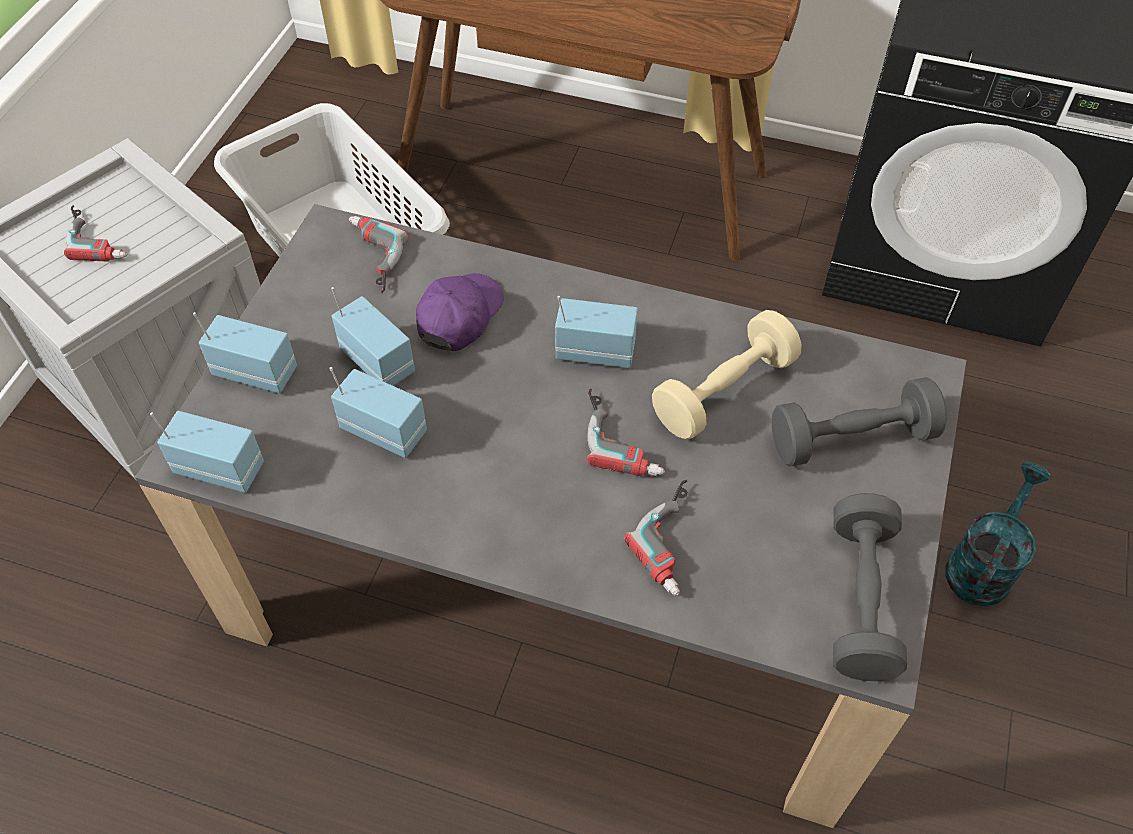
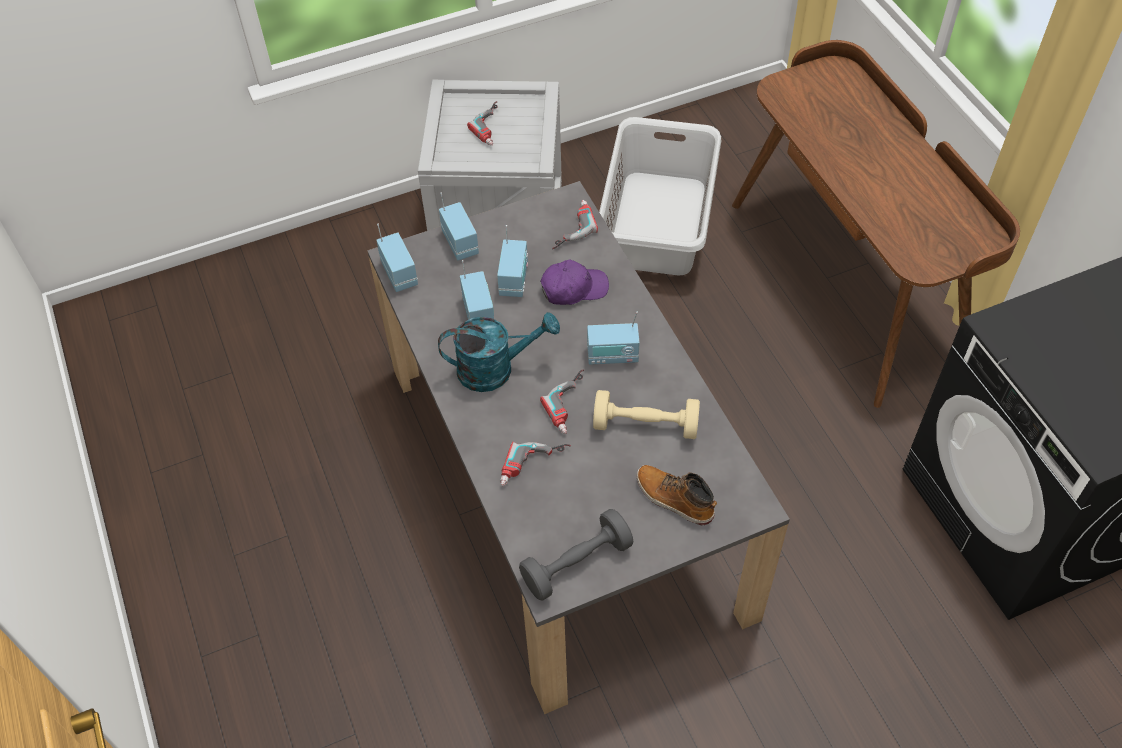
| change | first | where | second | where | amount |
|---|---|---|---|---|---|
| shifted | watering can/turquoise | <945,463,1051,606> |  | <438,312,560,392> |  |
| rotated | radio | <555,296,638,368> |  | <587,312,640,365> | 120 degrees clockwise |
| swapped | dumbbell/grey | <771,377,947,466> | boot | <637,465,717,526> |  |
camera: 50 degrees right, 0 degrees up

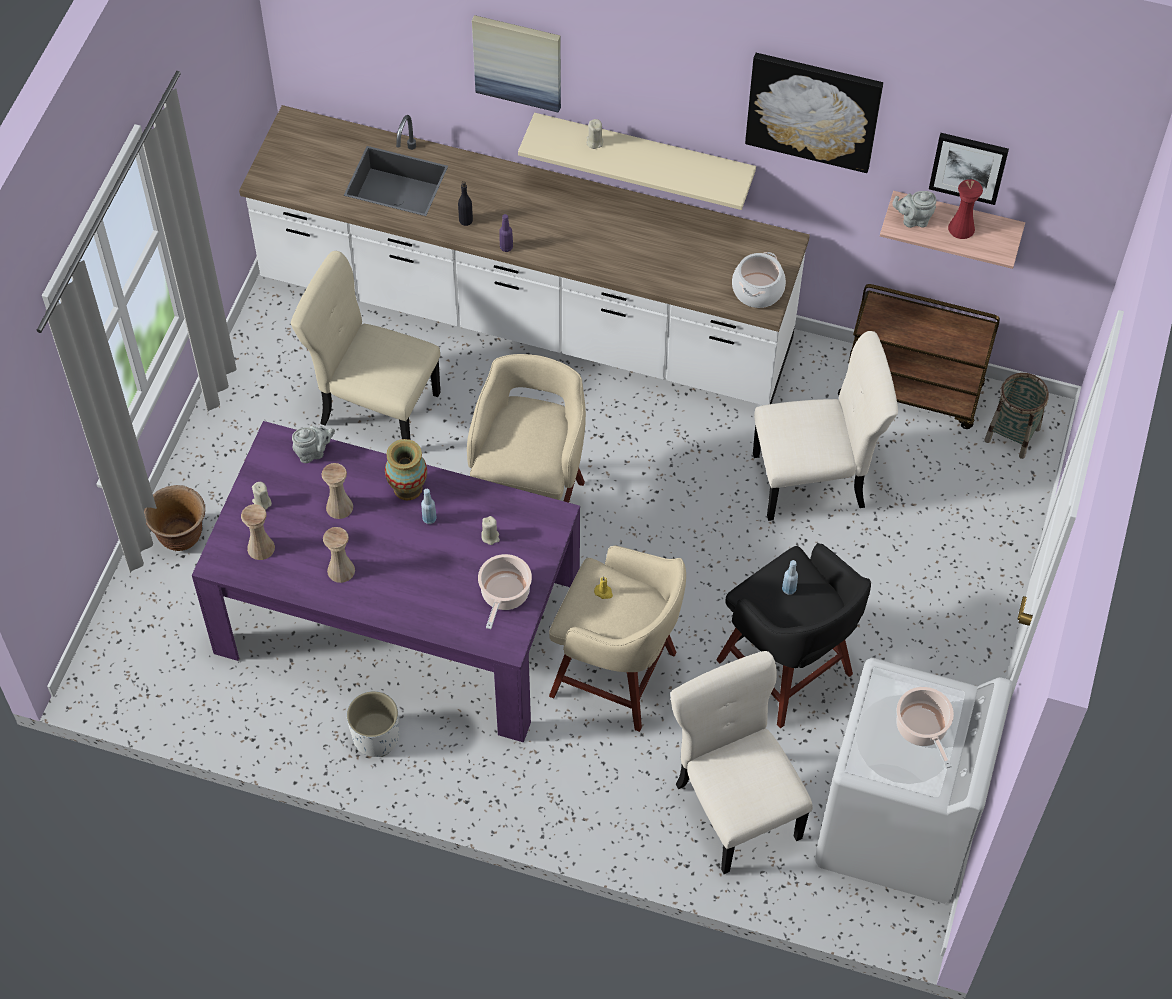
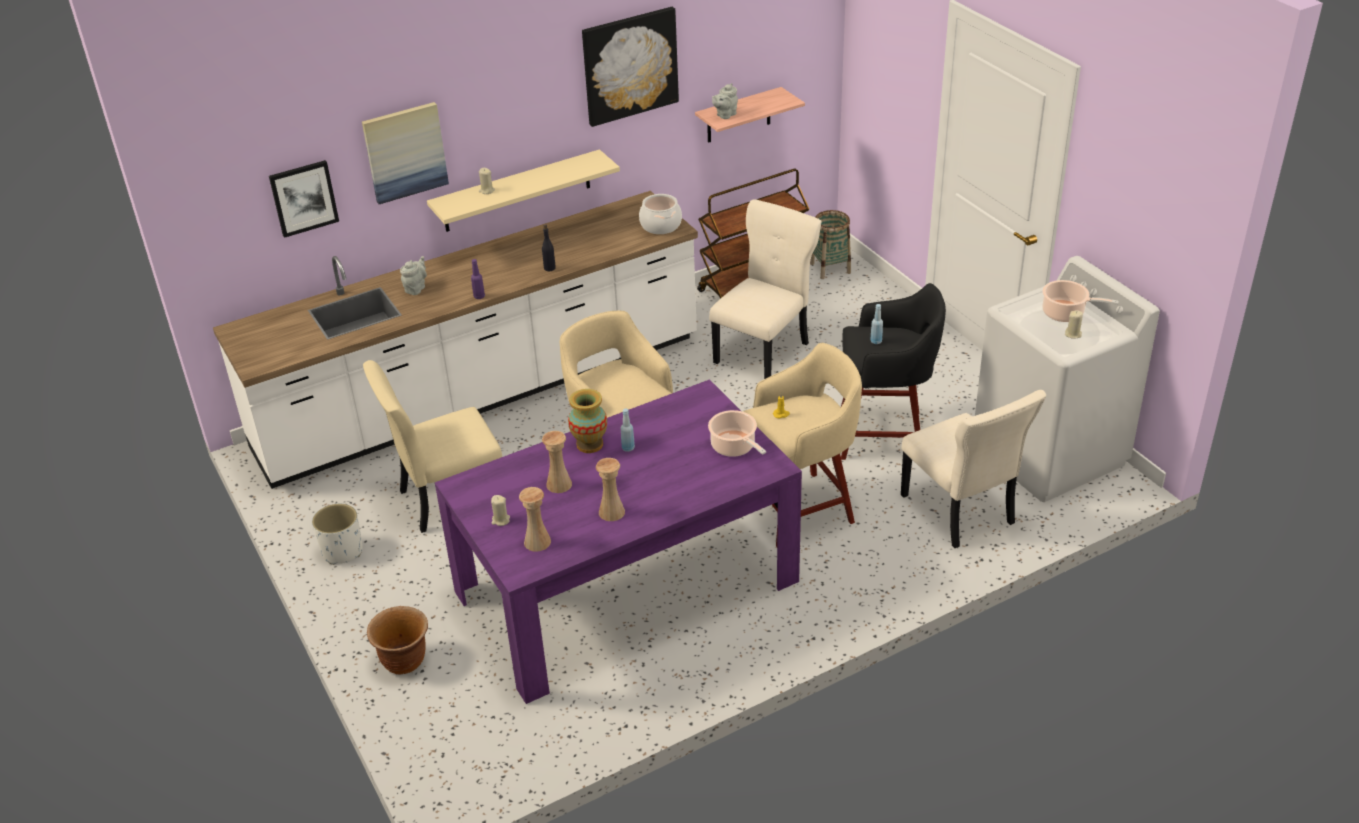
| change | first | where | second | where | amount |
|---|---|---|---|---|---|
| shifted | picture | <929,133,1009,205> |  | <269,160,339,238> |  |
| shifted | planter/white | <347,691,399,757> |  | <312,504,363,565> |  |
| shifted | teapot/grey | <292,426,335,463> |  | <400,256,427,295> |  |
| shifted | bottle/black | <458,181,473,226> |  | <542,224,556,271> |  |
| rotated | chair/beige | <671,651,813,874> |  | <901,390,1046,548> | 135 degrees counterclockwise |
| shifted | candle/beige | <481,516,500,545> |  | <1065,310,1083,339> |  |
| gone | vase/red | <948,179,983,239> |  |  |  |
camera: 45 degrees left, 20 degrees down

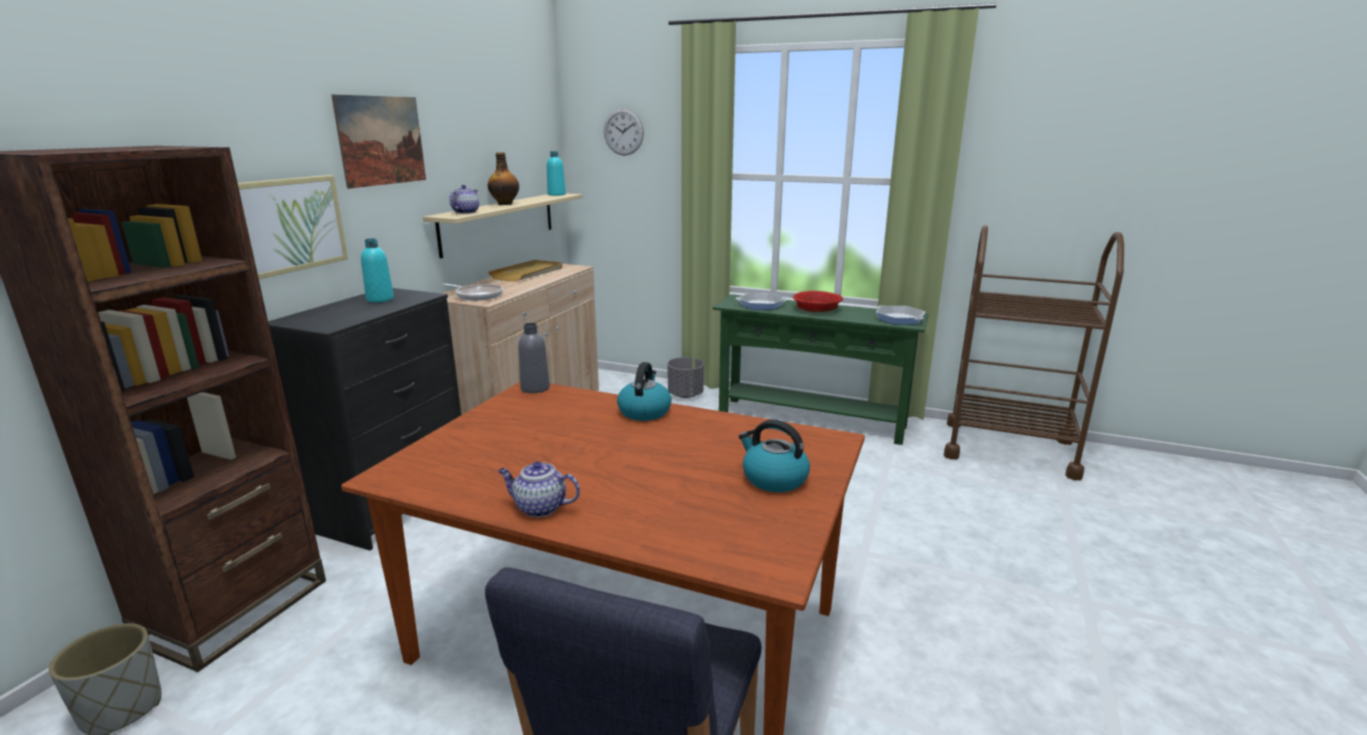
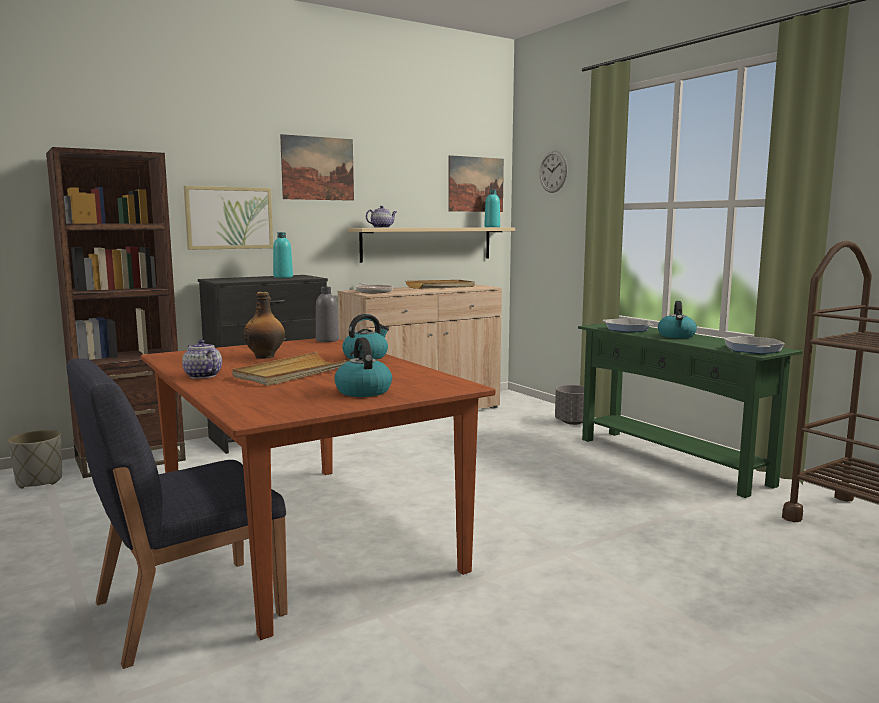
| change | first | where | second | where | amount |
|---|---|---|---|---|---|
| new |  |  | tray/beige | <232,352,351,386> |  |
| shifted | bottle | <488,152,519,205> |  | <243,292,285,359> |  |
| new |  |  | picture | <448,155,504,212> |  |
| swapped | bowl/red | <793,291,843,312> | kettle | <658,301,697,338> |  |
camera: 35 degrees right, 10 degrees down

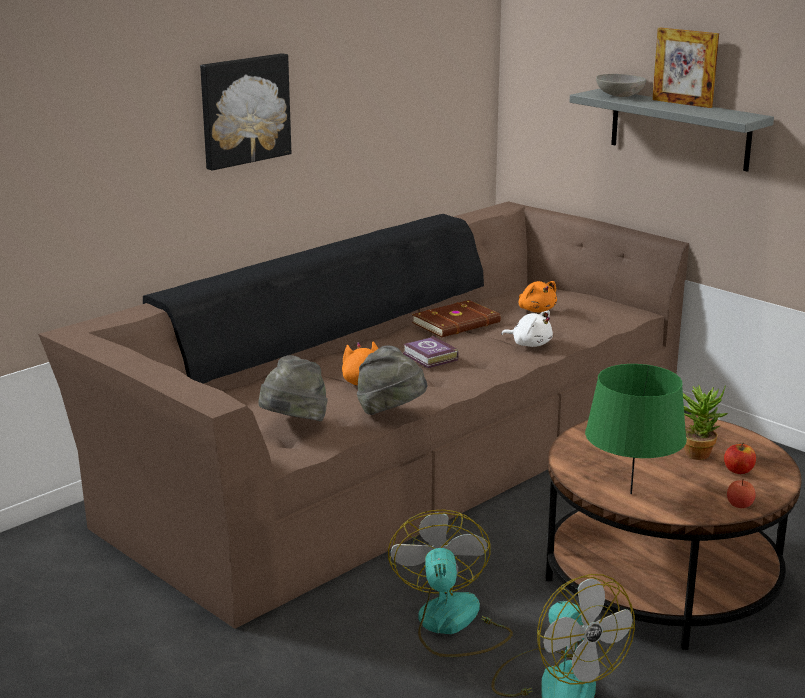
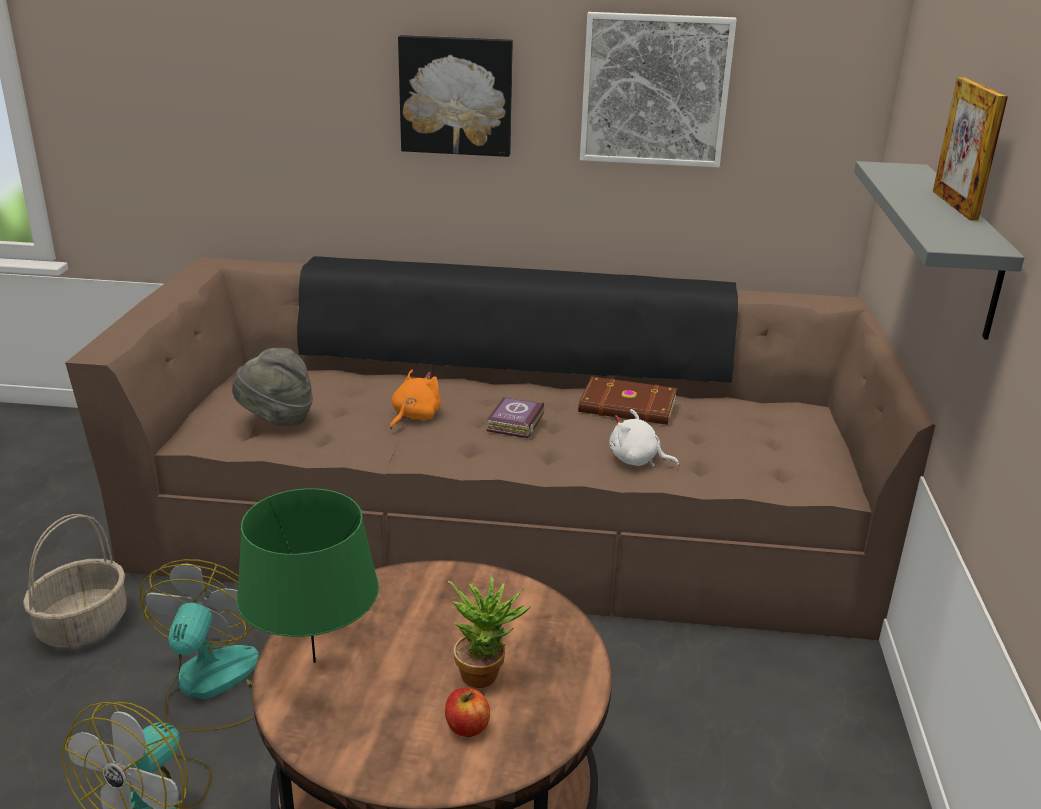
| change | first | where | second | where | amount |
|---|---|---|---|---|---|
| new |  |  | basket | <23,514,127,647> |  |
| rotated | fan | <388,509,513,657> |  | <140,559,259,731> | 45 degrees counterclockwise |
| new |  |  | picture | <580,12,737,167> |  |
| rotated | plush toy/white | <501,311,553,347> |  | <609,409,679,468> | 120 degrees clockwise |
| gone | hat/grey | <357,345,427,415> |  |  |  |
| gone | plush toy/orange | <519,281,557,312> |  |  |  |
| gone | bowl/grey | <596,74,647,97> |  |  |  |
| gone | apple | <727,480,755,508> |  |  |  |
camera: 50 degrees right, 5 degrees up

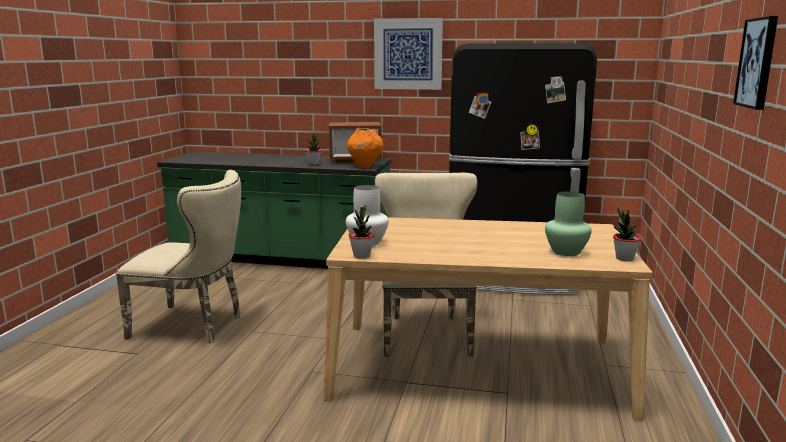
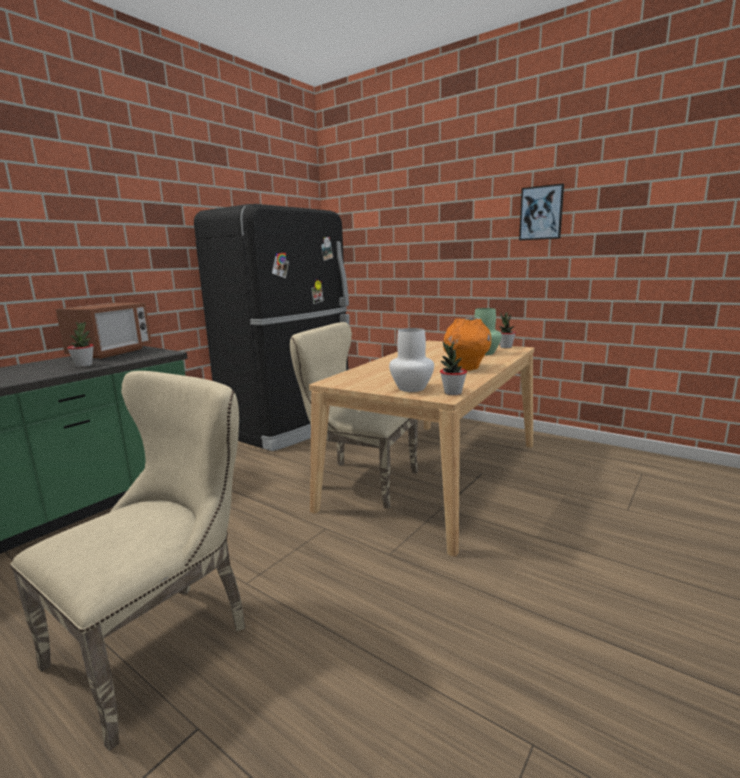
| change | first | where | second | where | amount |
|---|---|---|---|---|---|
| shifted | vase/orange | <347,128,384,168> |  | <443,318,491,371> |  |
| gone | picture | <374,18,443,90> |  |  |  |
camera: 65 degrees left, 0 degrees up

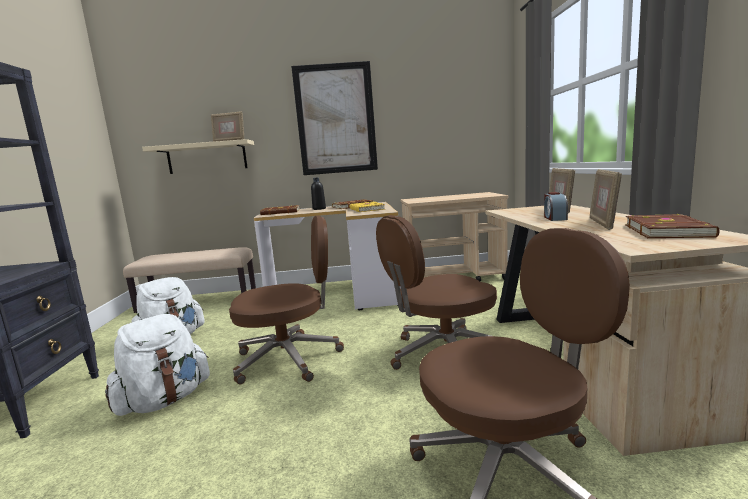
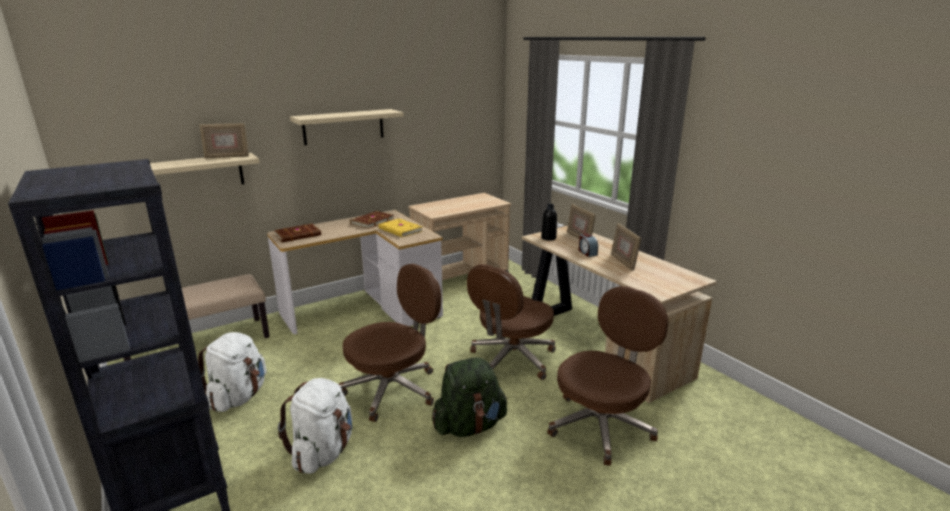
| change | first | where | second | where | amount |
|---|---|---|---|---|---|
| swapped | picture | <291,61,378,175> | shelf/beige | <290,109,404,145> |  |
| new |  |  | backpack/green | <432,358,507,437> |  |
| shifted | bottle/black | <311,177,326,210> |  | <541,204,557,241> |  |
| gone | book/brown | <625,214,720,238> |  |  |  |
camera: 30 degrees left, 10 degrees up

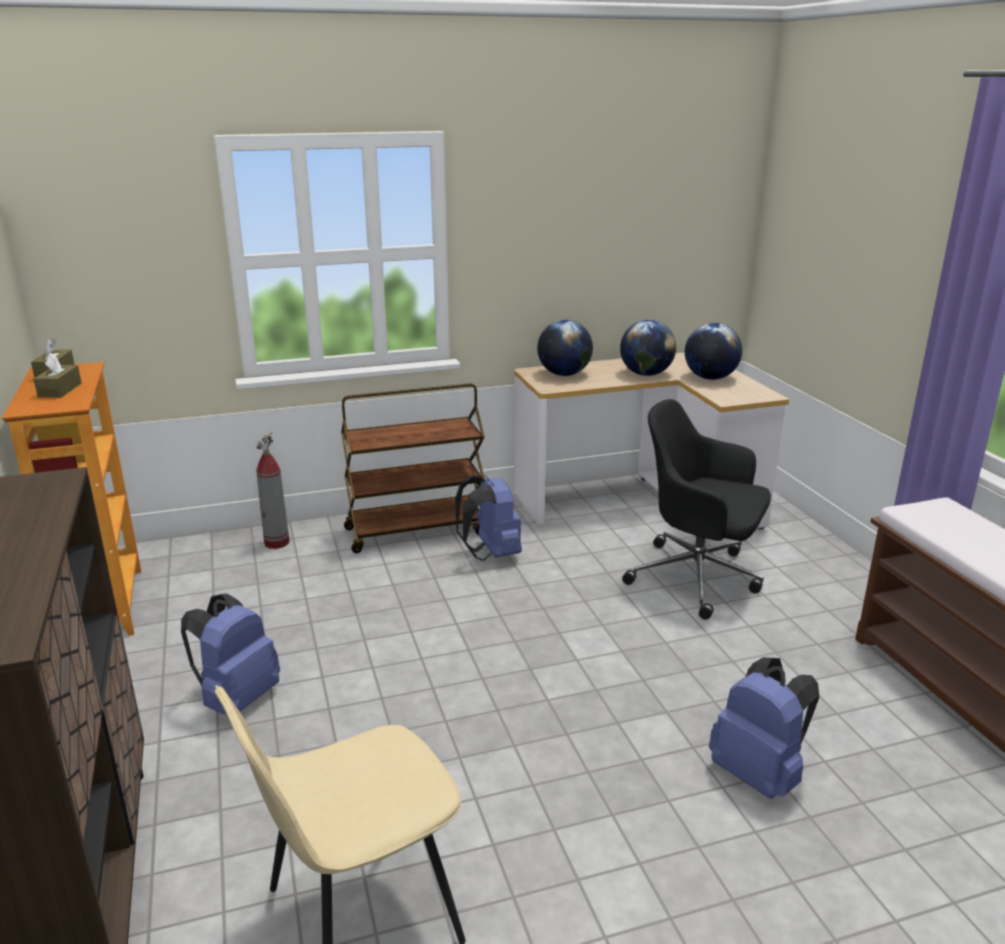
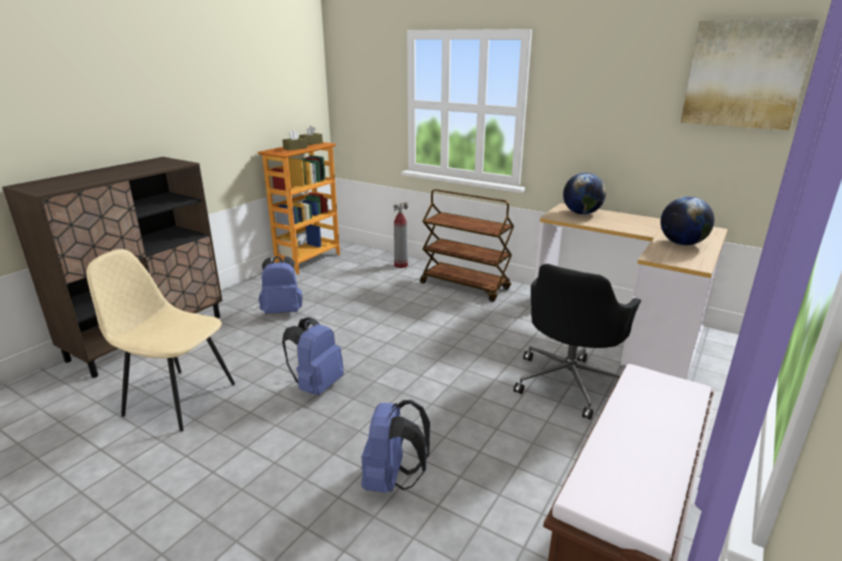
| change | first | where | second | where | amount |
|---|---|---|---|---|---|
| shifted | backpack/blue | <455,475,522,561> |  | <282,317,344,395> |  |
| rotated | office chair/black | <622,399,771,620> |  | <514,264,641,420> | 135 degrees counterclockwise |
| new |  |  | picture | <681,19,819,130> |  |
| gone | globe | <620,320,676,376> |  |  |  |
camera: 50 degrees right, 0 degrees up

